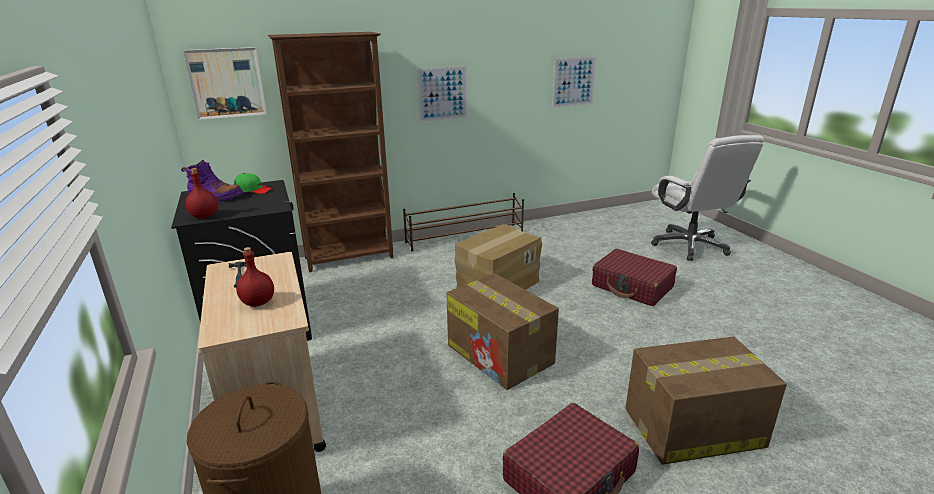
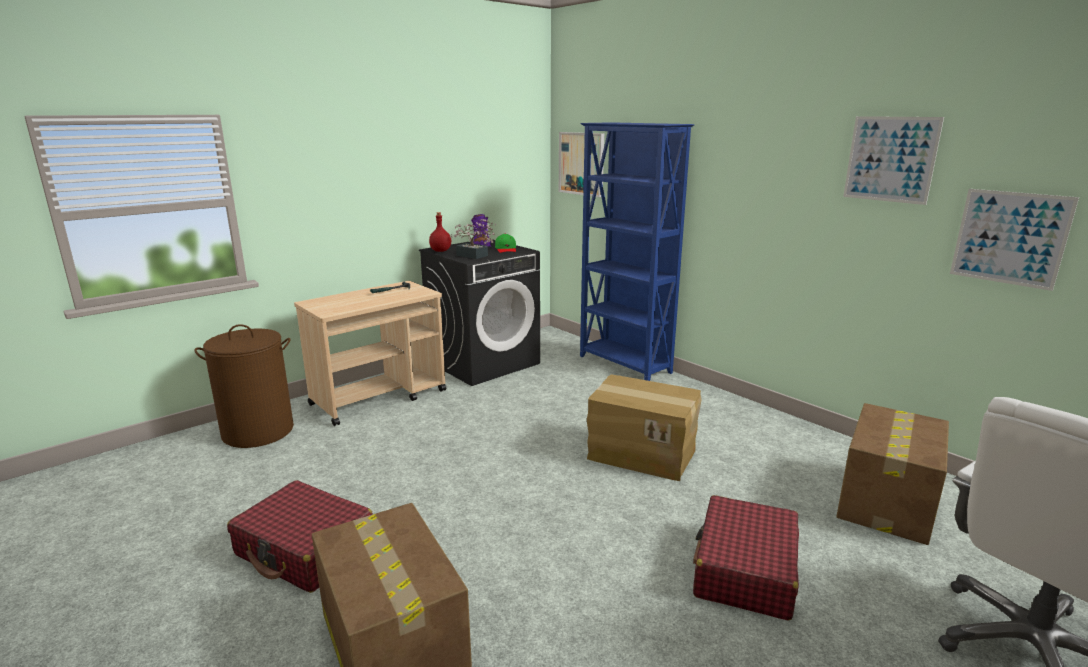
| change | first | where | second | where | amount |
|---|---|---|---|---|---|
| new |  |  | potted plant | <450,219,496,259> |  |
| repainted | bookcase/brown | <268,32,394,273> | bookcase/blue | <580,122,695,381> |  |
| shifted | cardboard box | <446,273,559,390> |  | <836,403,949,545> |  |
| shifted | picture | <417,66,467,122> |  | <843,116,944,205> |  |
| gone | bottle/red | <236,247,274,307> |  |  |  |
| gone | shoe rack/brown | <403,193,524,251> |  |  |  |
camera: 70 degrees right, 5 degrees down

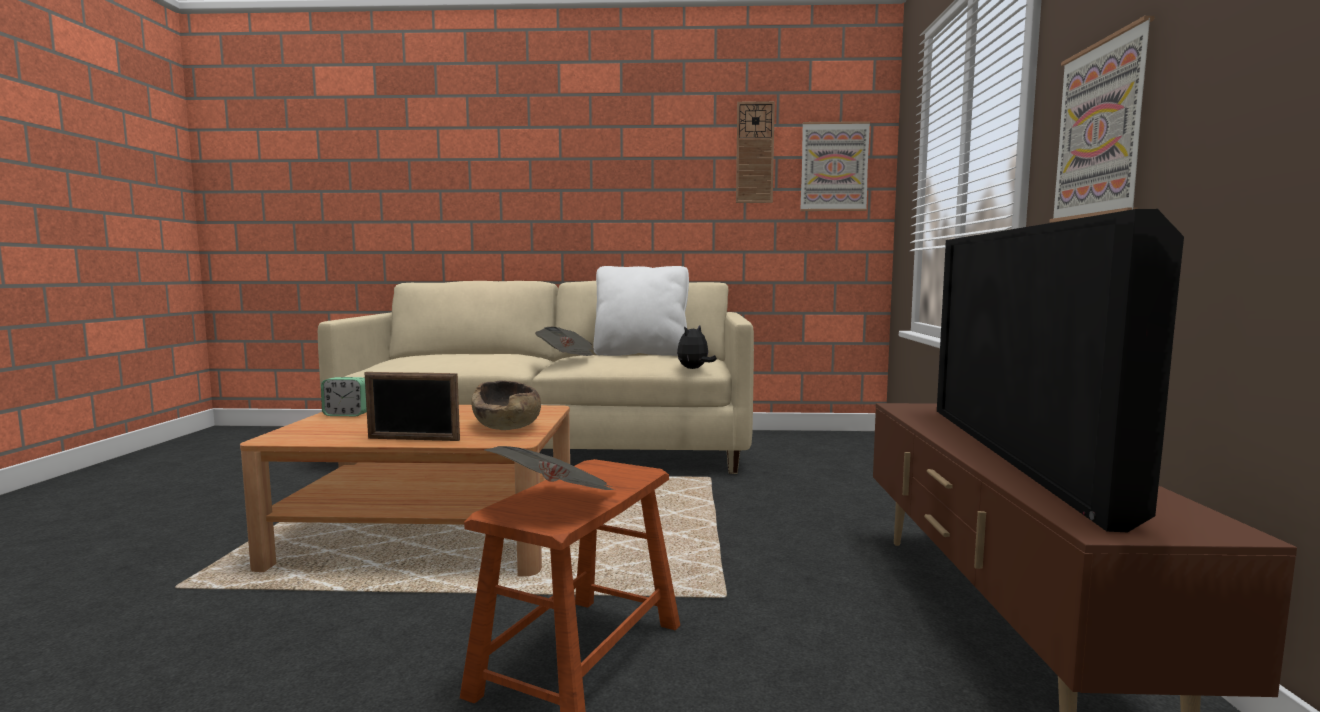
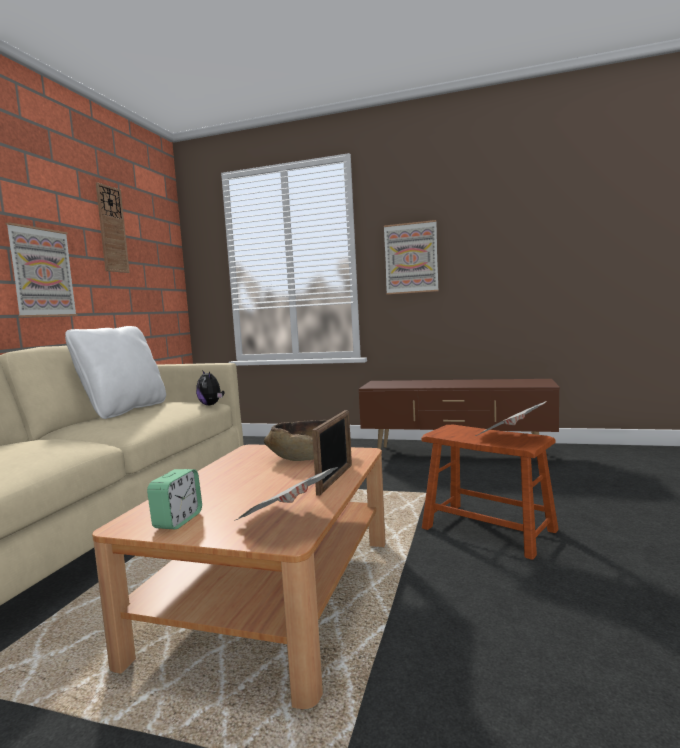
| change | first | where | second | where | amount |
|---|---|---|---|---|---|
| shifted | picture | <800,121,870,211> |  | <5,222,78,317> |  |
| shifted | newspaper | <535,327,595,356> |  | <234,467,338,521> |  |
| gone | television | <937,209,1184,532> |  |  |  |
camera: 75 degrees left, 0 degrees up

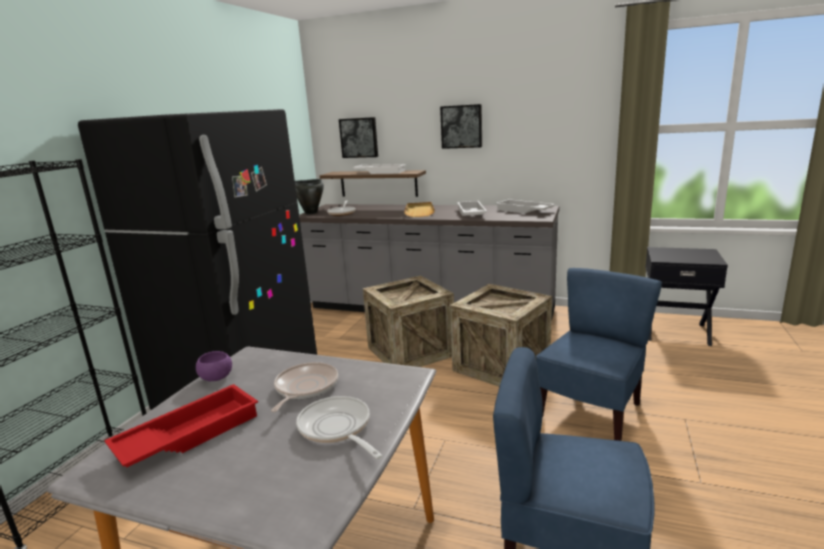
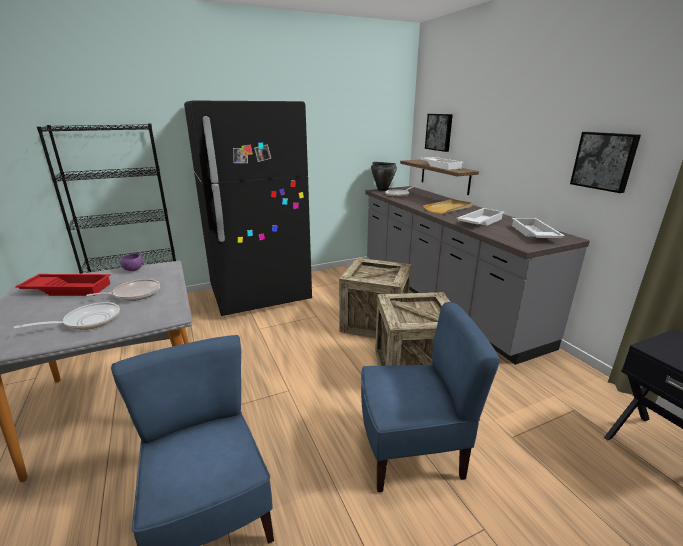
| change | first | where | second | where | amount |
|---|---|---|---|---|---|
| rotated | frying pan | <296,396,382,459> |  | <14,302,120,330> | 45 degrees clockwise |
| shifted | picture | <440,104,482,149> |  | <570,132,641,193> |  |
camera: 45 degrees right, 5 degrees up

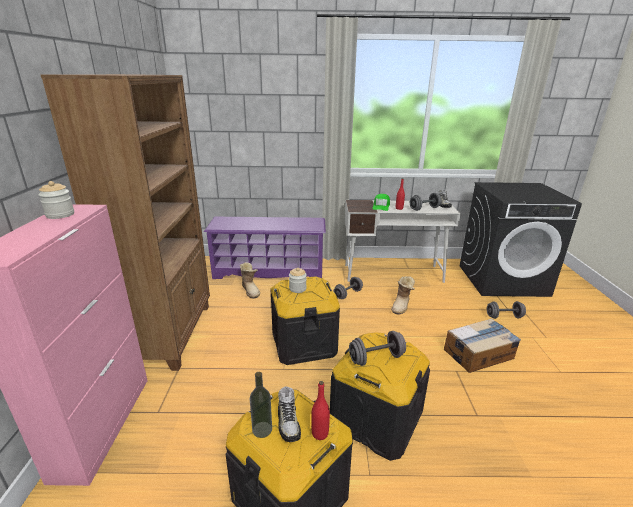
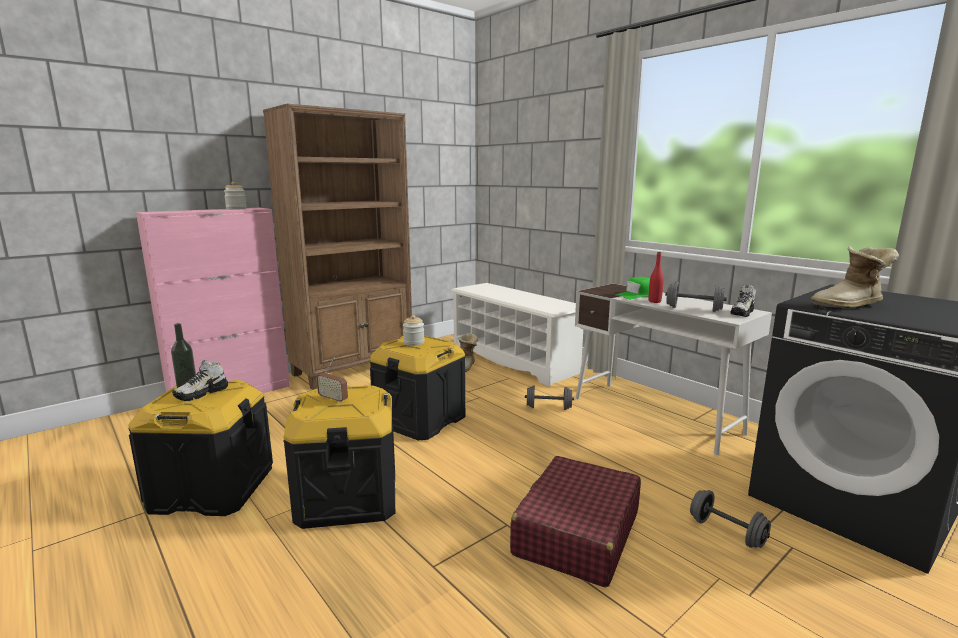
| change | first | where | second | where | amount |
|---|---|---|---|---|---|
| swapped | dumbbell/grey | <349,331,406,366> | radio | <316,358,348,403> |  |
| repainted | shoe rack/purple | <204,217,326,279> | shoe rack/white | <452,283,583,386> |  |
| swapped | cardboard box | <444,318,521,373> | suitcase/red | <510,456,641,588> |  |
| shifted | boot | <391,276,415,315> |  | <811,246,899,309> |  |
| gone | bottle/red | <311,381,330,440> |  |  |  |
camera: 50 degrees right, 10 degrees down

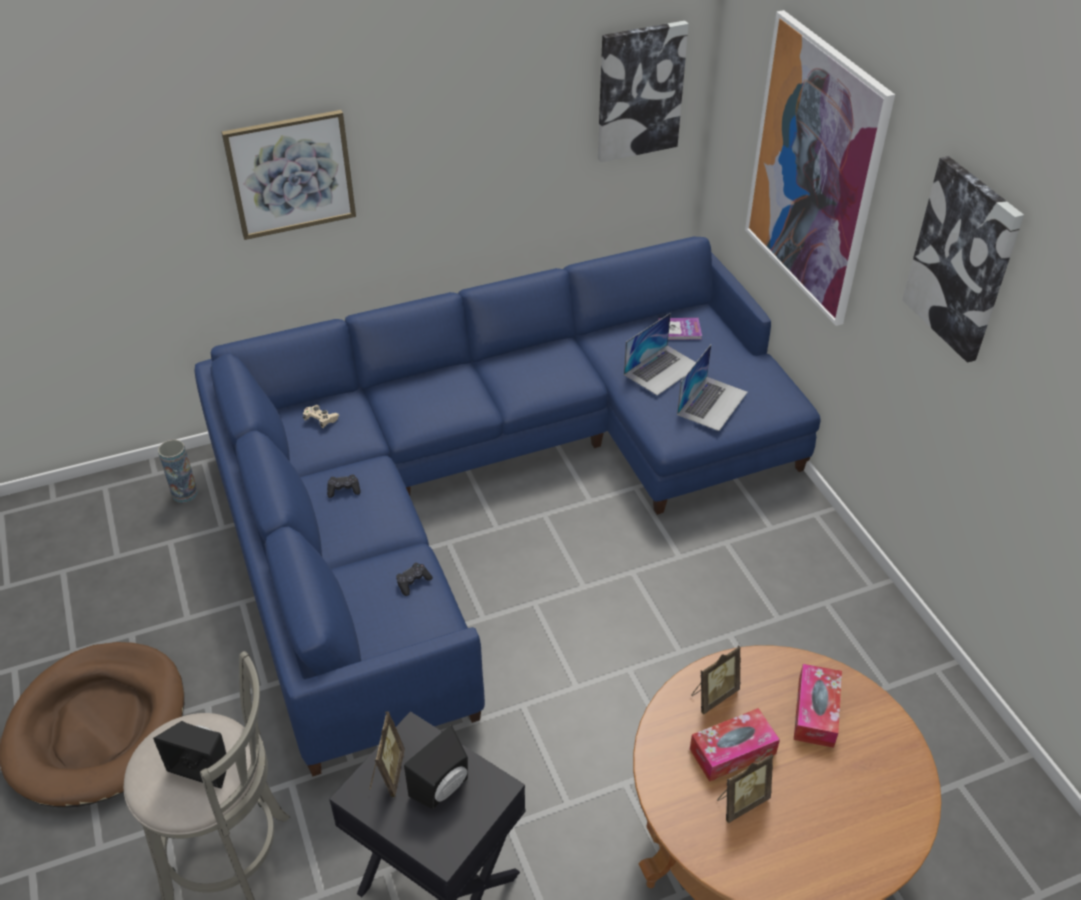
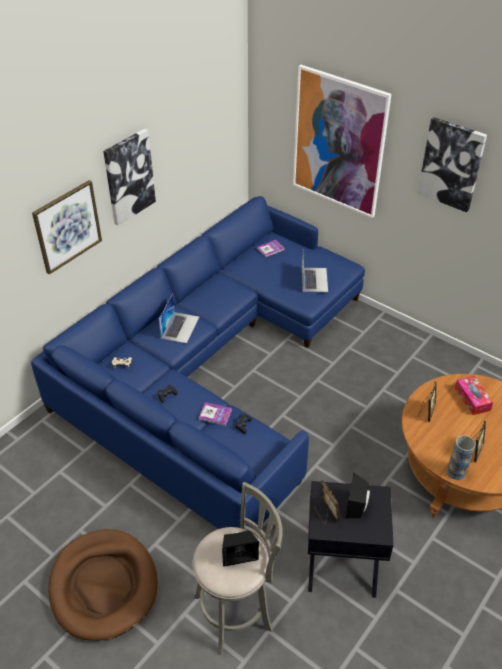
| change | first | where | second | where | amount |
|---|---|---|---|---|---|
| shifted | picture | <598,21,689,162> |  | <103,129,156,226> |  |
| shifted | laptop | <624,313,696,396> |  | <159,294,199,343> |  |
| new |  |  | book | <198,402,232,426> |  |
| shifted | vase | <158,439,198,503> |  | <447,435,476,480> |  |
| gone | tissue box | <690,708,780,782> |  |  |  |
camera: 30 degrees left, 0 degrees up

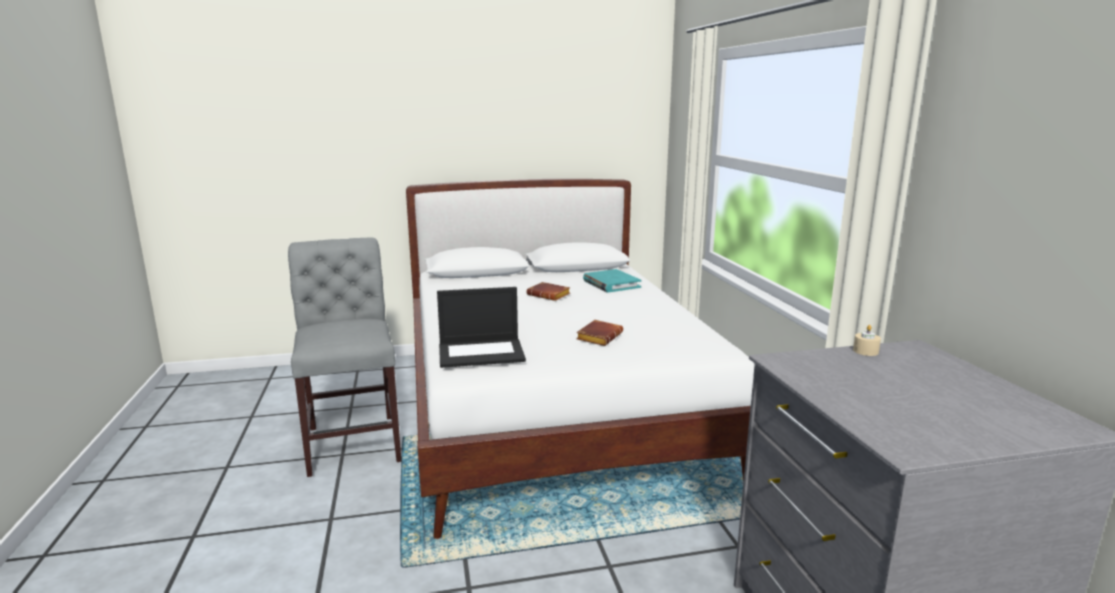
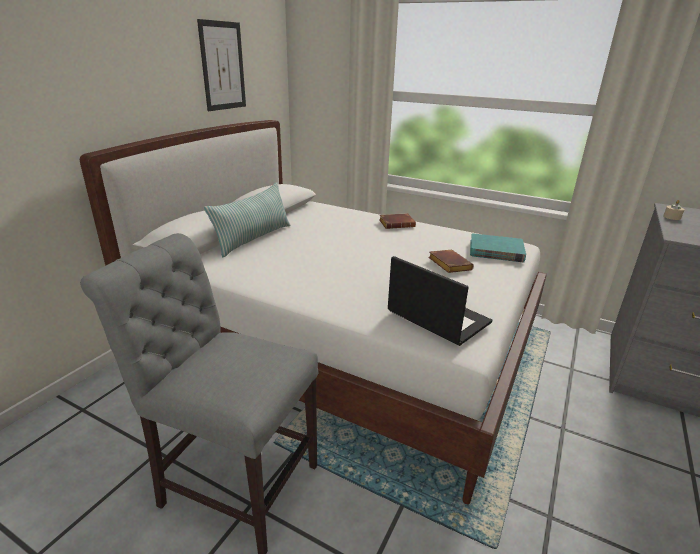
| change | first | where | second | where | amount |
|---|---|---|---|---|---|
| new |  |  | picture | <197,19,246,111> |  |
| new |  |  | pillow | <204,183,291,257> |  |
| shifted | book/brown | <526,282,570,301> |  | <379,213,416,229> |  |
| rotated | laptop | <437,287,526,368> |  | <388,256,492,346> | 75 degrees counterclockwise |
| shifted | book/turquoise | <583,269,641,293> |  | <470,233,526,263> |  |
camera: 50 degrees left, 10 degrees up

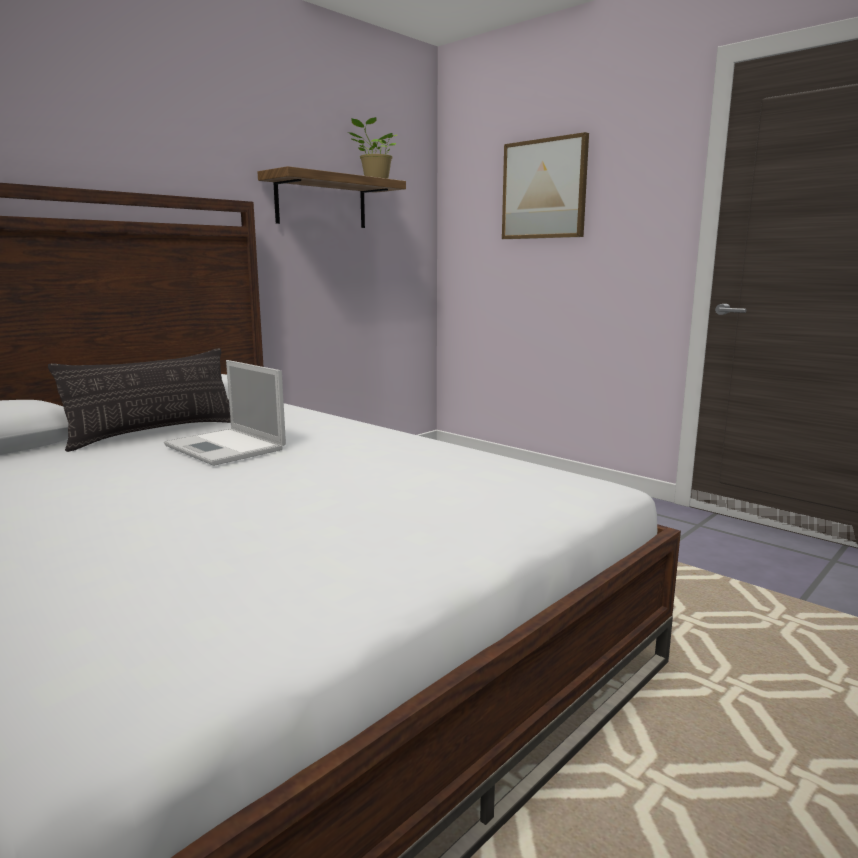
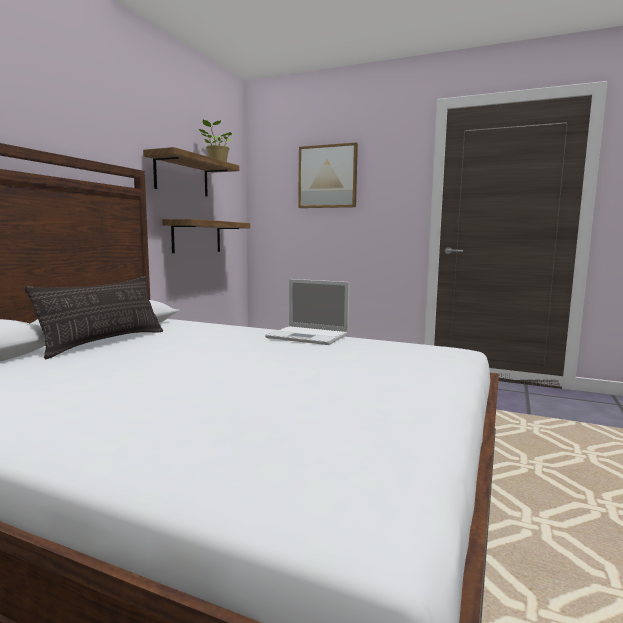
| change | first | where | second | where | amount |
|---|---|---|---|---|---|
| new |  |  | shelf | <162,219,250,253> |  |
| shifted | laptop | <164,360,286,466> |  | <265,279,350,345> |  |
camera: 20 degrees left, 5 degrees down

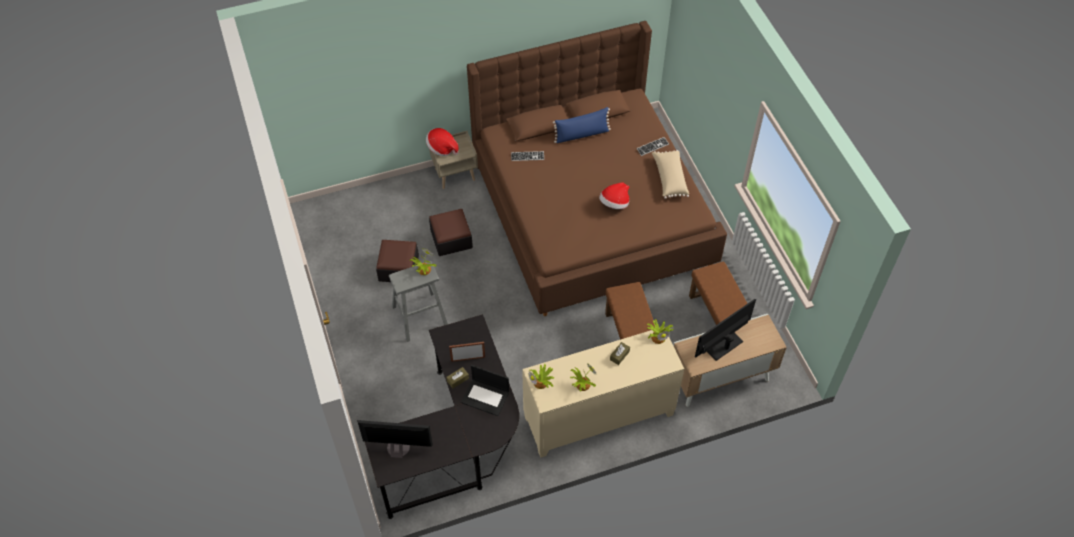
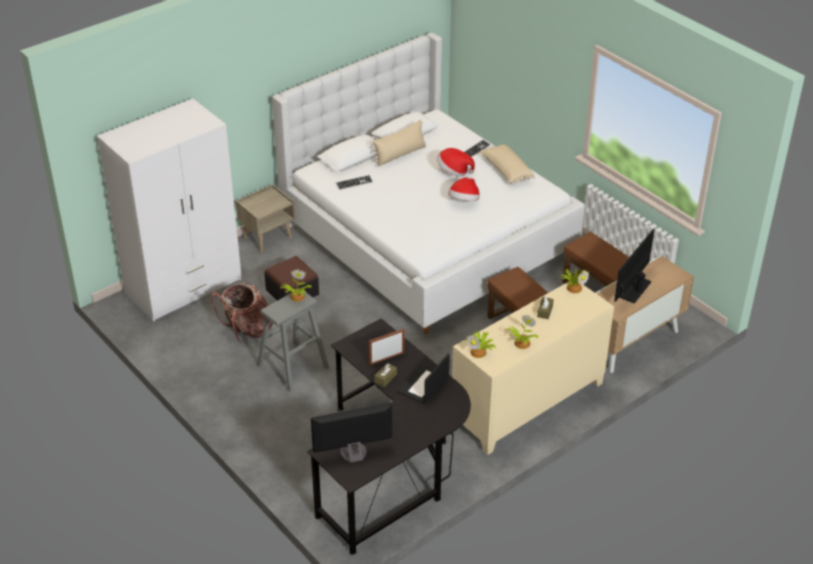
| change | first | where | second | where | amount |
|---|---|---|---|---|---|
| new |  |  | wardrobe/white | <97,99,241,322> |  |
| swapped | ottoman | <376,240,419,282> | backpack | <210,282,273,344> |  |
| repainted | bed/brown | <467,21,727,316> | bed/white | <272,32,585,334> |  |
| repainted | pillow/blue | <553,107,611,143> | pillow/beige | <371,120,427,167> |  |
| rotated | laptop | <461,365,509,416> |  | <397,353,450,404> | 120 degrees clockwise |
| shifted | hat | <426,128,459,156> |  | <437,148,475,177> |  |
camera: 20 degrees left, 15 degrees down

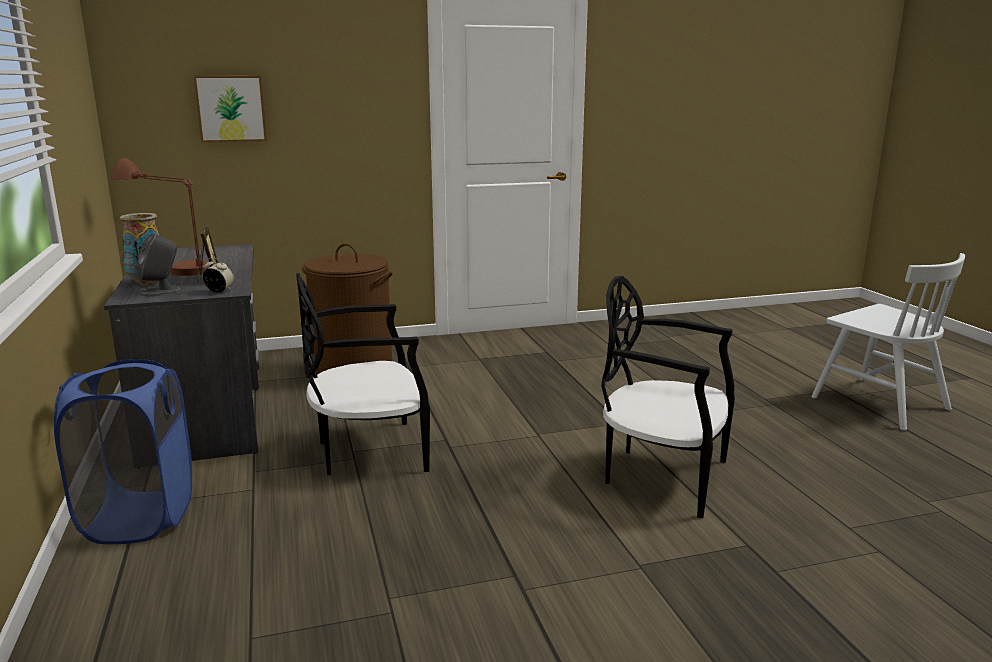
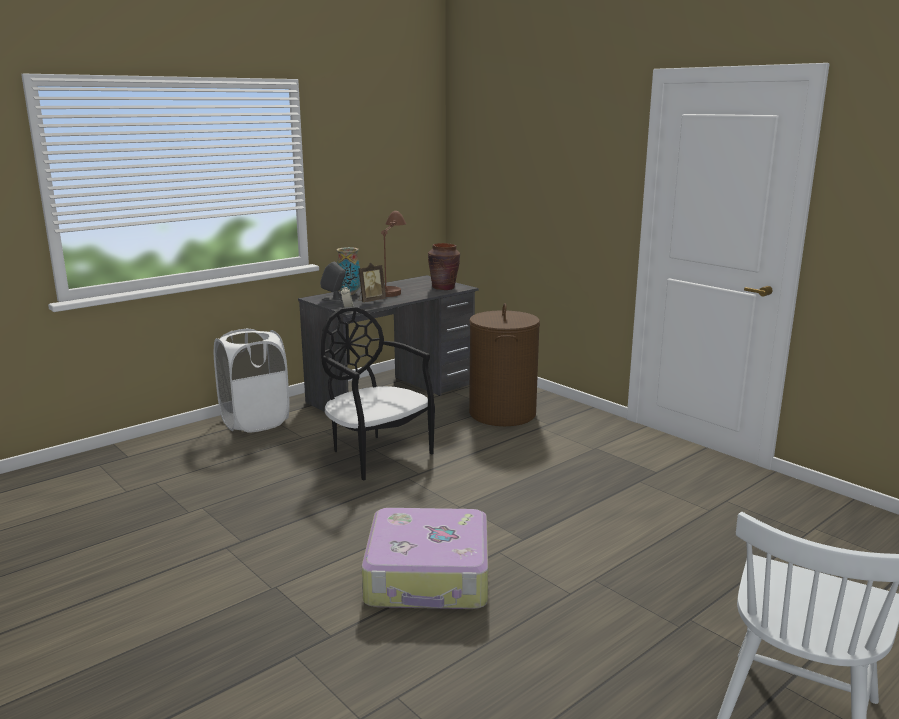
| change | first | where | second | where | amount |
|---|---|---|---|---|---|
| repainted | laundry basket/blue | <54,359,192,544> | laundry basket/white | <214,328,290,433> |  |
| swapped | chair/black | <601,276,735,518> | suitcase | <362,508,488,609> |  |
| new |  |  | vase/brown | <428,243,460,290> |  |
| gone | picture | <193,76,267,142> |  |  |  |
camera: 65 degrees right, 0 degrees up

